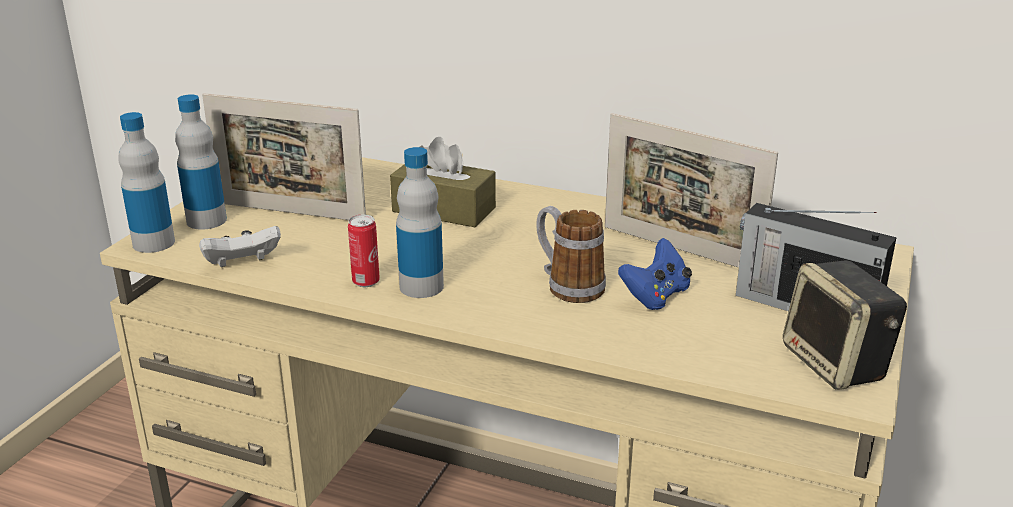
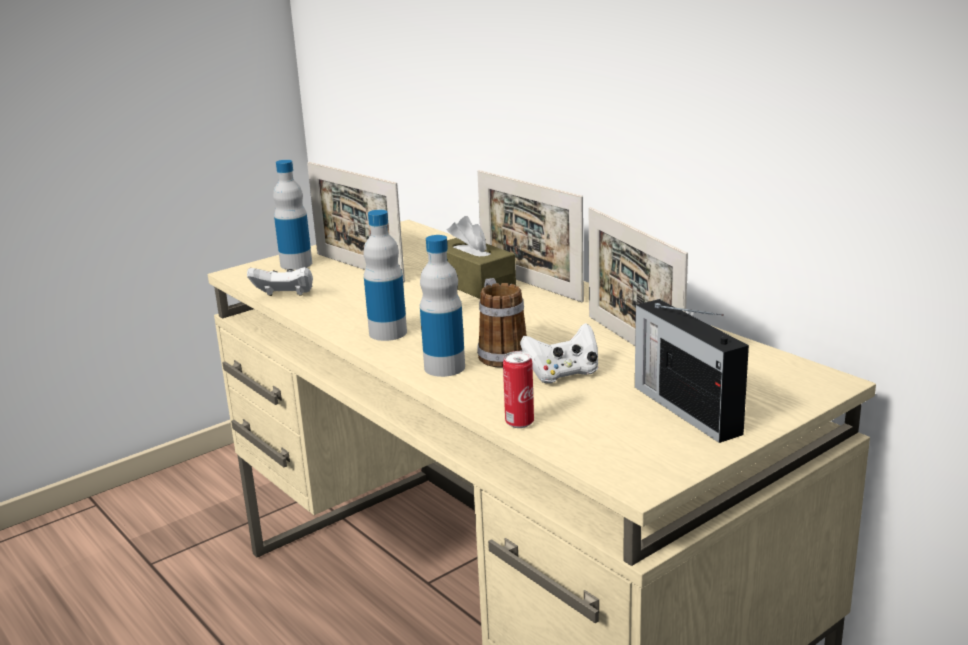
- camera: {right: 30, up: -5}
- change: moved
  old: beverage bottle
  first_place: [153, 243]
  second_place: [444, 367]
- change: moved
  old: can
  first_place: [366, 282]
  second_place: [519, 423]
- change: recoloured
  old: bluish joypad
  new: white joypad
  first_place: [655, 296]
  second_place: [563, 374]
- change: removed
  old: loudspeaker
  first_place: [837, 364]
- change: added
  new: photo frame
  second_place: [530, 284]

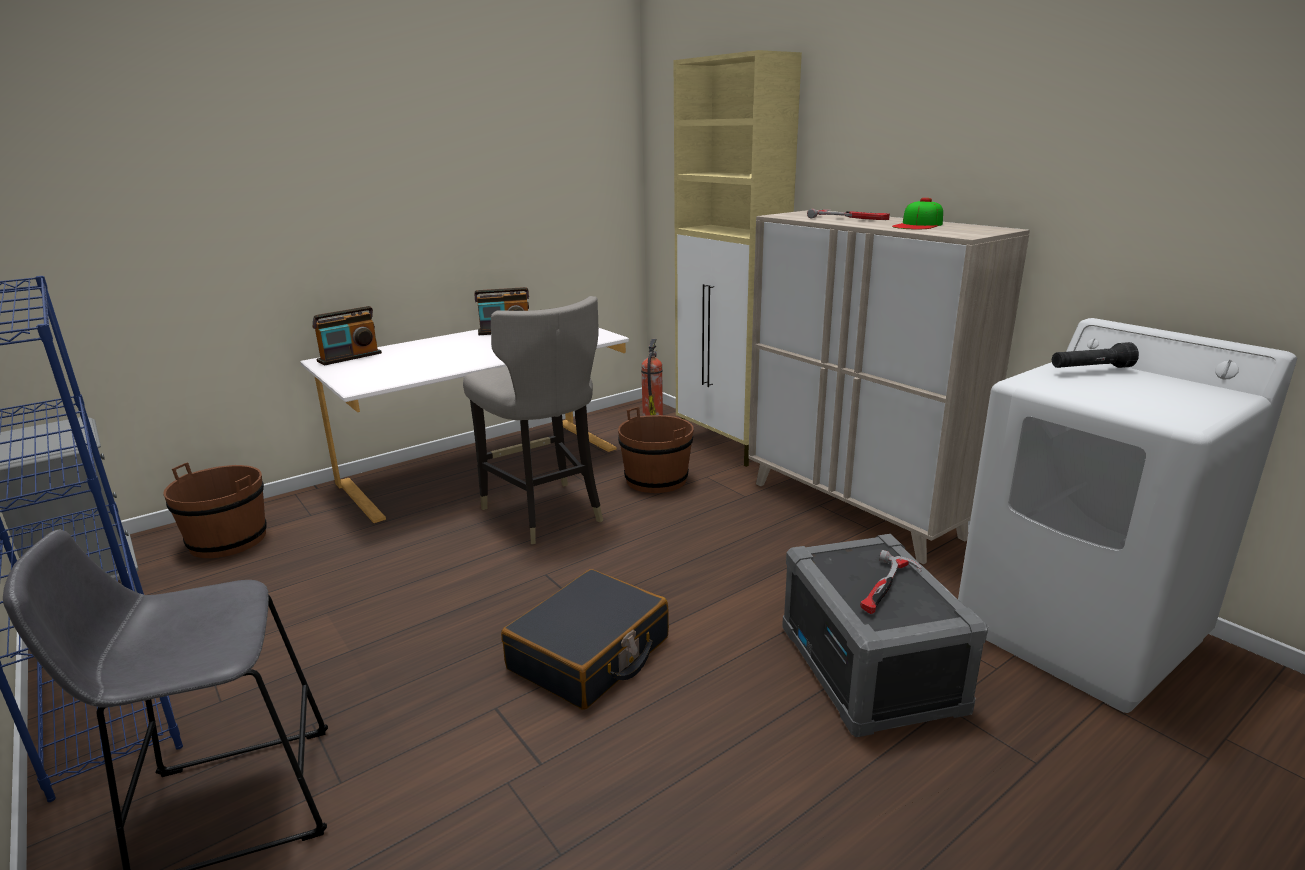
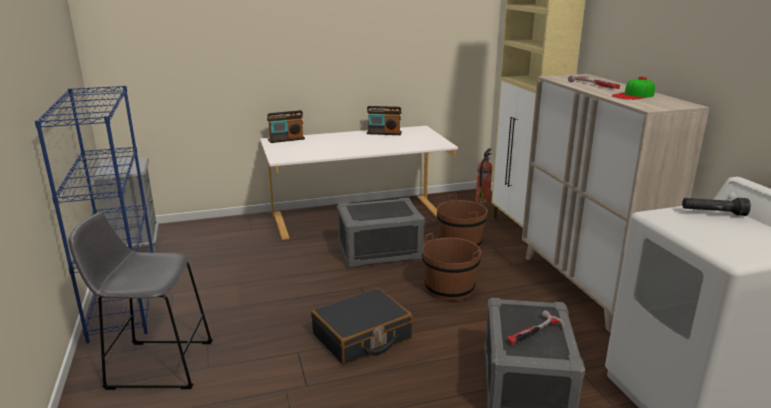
- camera: {right: 20, up: 0}
- change: moved
  old: brown-coloured bucket
  first_place: [228, 540]
  second_place: [449, 289]
- change: replaced
  old: gray sitting stool
  new: gray storage container
  first_place: [545, 513]
  second_place: [379, 252]

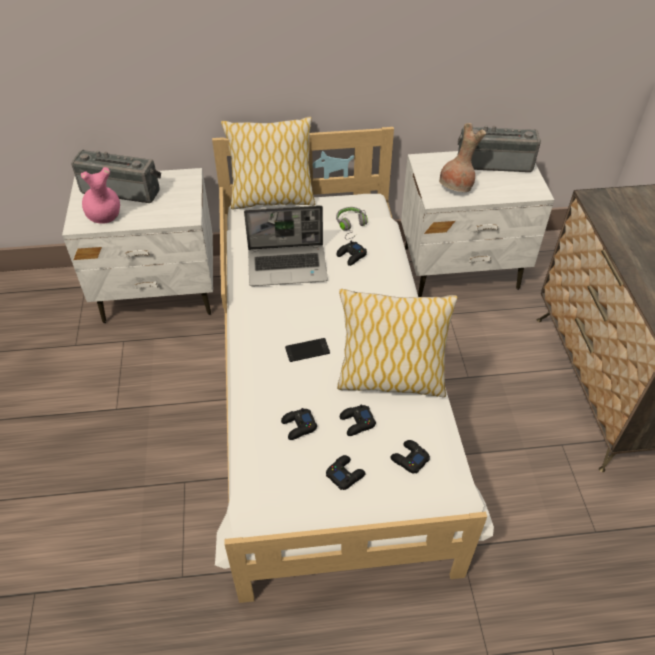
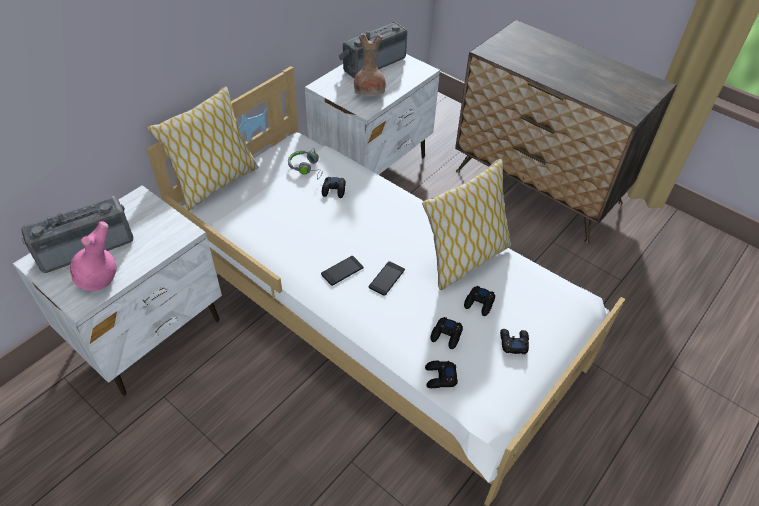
- camera: {right: -45, up: 0}
- change: removed
  old: portable computer
  first_place: [288, 266]
- change: moved
  old: black-coloured joypad
  first_place: [409, 459]
  second_place: [440, 377]
- change: added
  new: phone
  second_place: [342, 271]

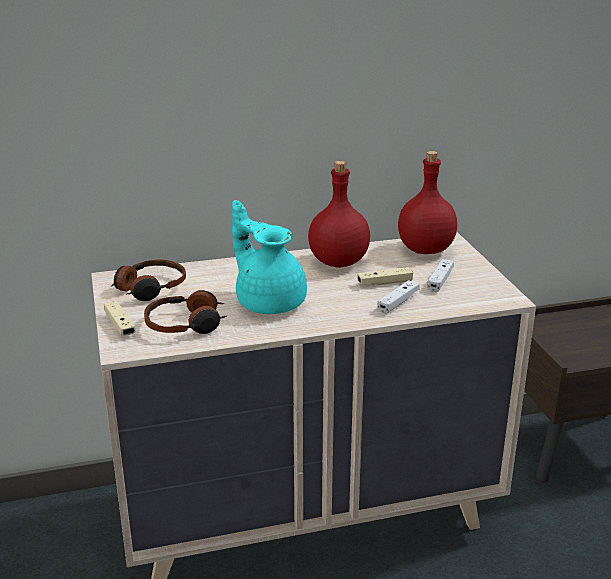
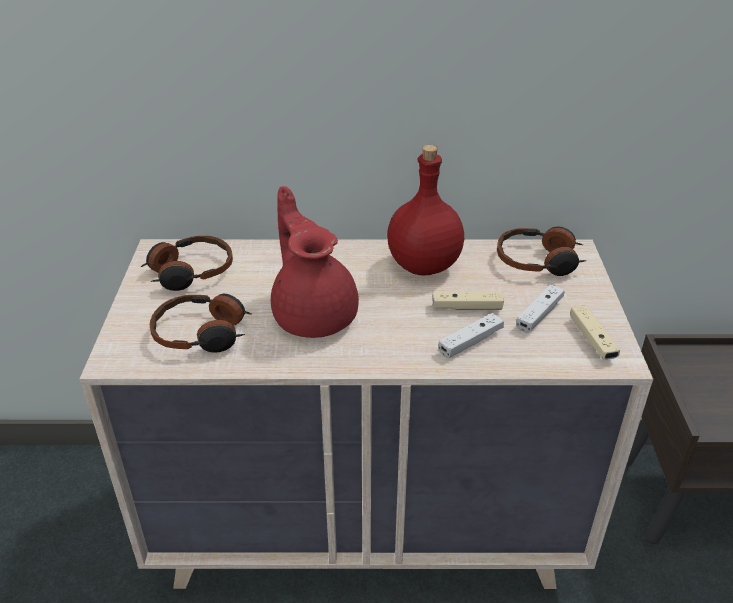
- camera: {right: 15, up: 10}
- change: moved
  old: sand-coloured joypad
  first_place: [120, 325]
  second_place: [592, 339]
- change: recoloured
  old: blue-green teapot
  new: reddish teapot
  first_place: [269, 301]
  second_place: [314, 314]
- change: replaced
  old: reddish beverage bottle
  new: headset
  first_place: [424, 249]
  second_place: [538, 261]

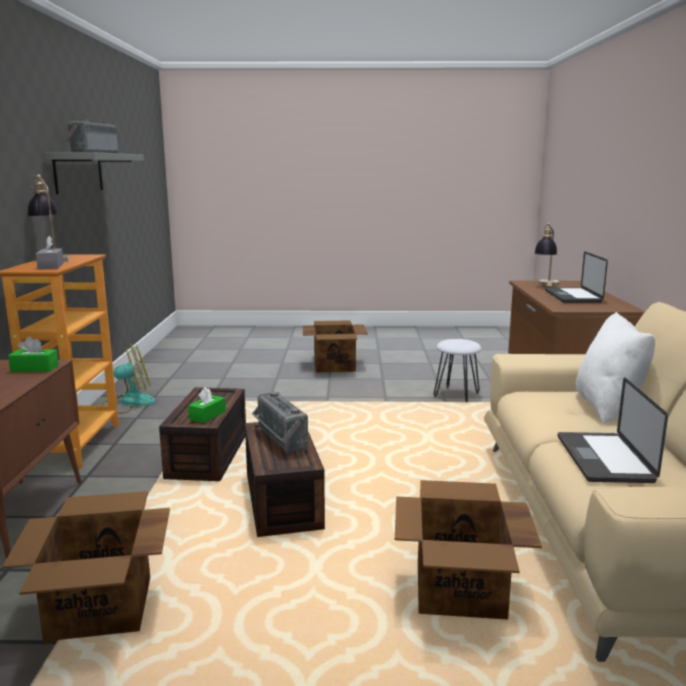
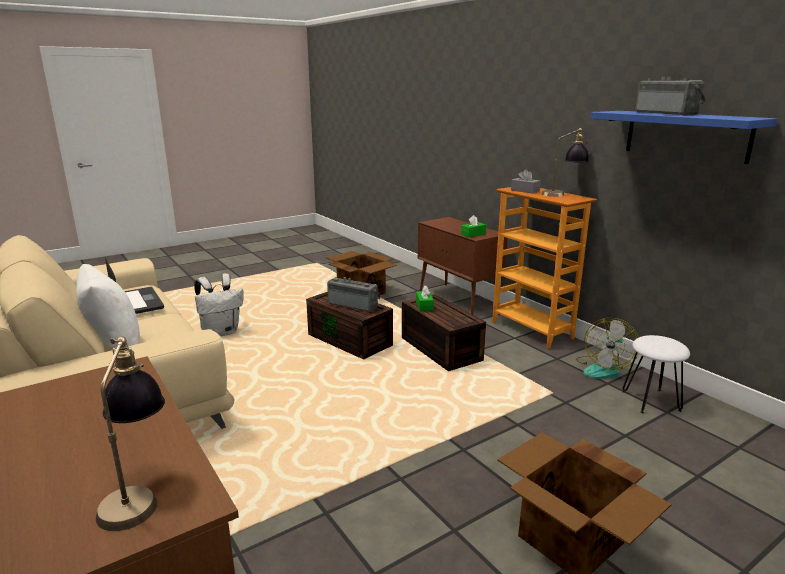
- camera: {right: 145, up: 5}
- change: recoloured
  old: gray wall shelf
  new: bluish wall shelf
  first_place: [78, 172]
  second_place: [686, 135]
- change: replaced
  old: cardboard box
  new: white knapsack
  first_place: [459, 592]
  second_place: [221, 332]
- change: moved
  old: white sitting stool
  first_place: [456, 395]
  second_place: [651, 401]
- change: removed
  old: portable computer
  first_place: [572, 296]

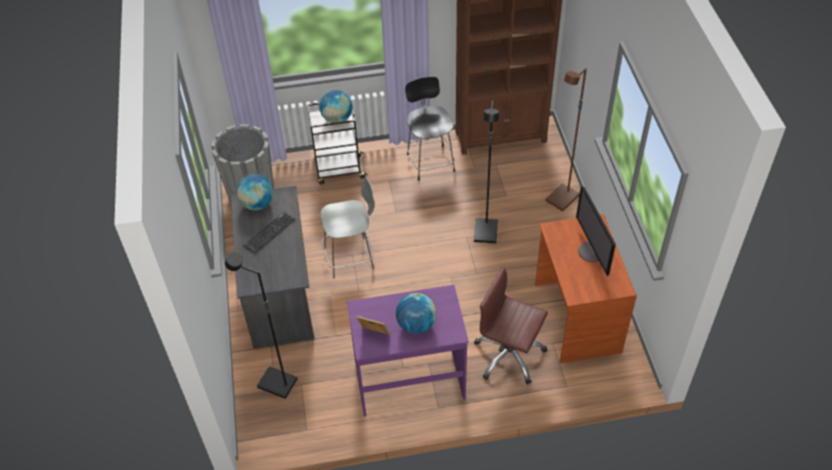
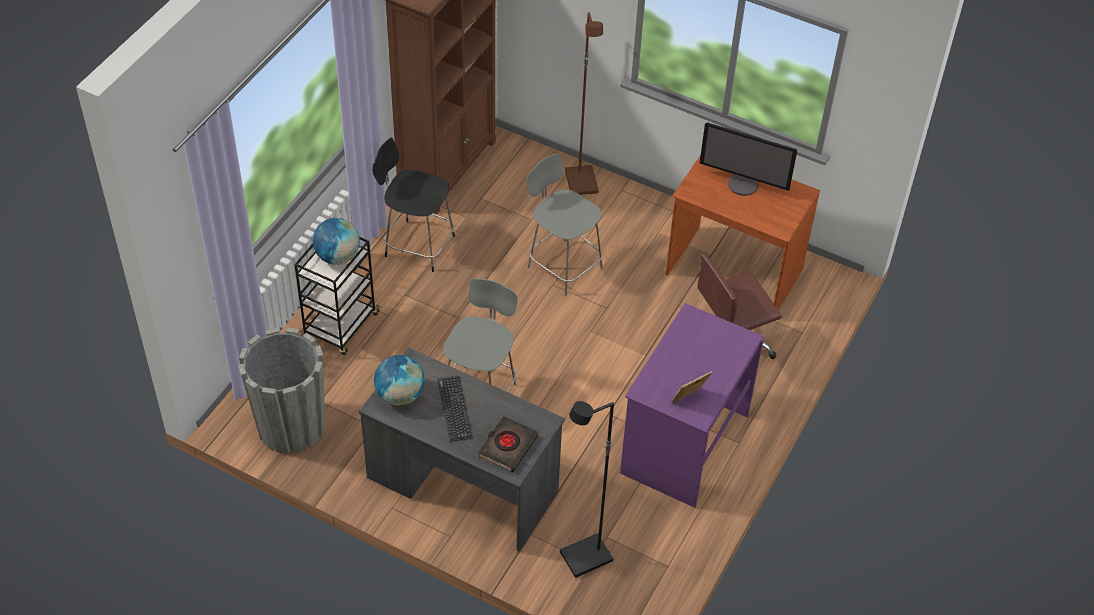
- camera: {right: -55, up: 0}
- change: removed
  old: globe
  first_place: [416, 325]
- change: replaced
  old: black-coloured standard lamp
  new: gray upright chair
  first_place: [486, 232]
  second_place: [563, 266]
- change: added
  new: black-coloured volume
  second_place: [507, 446]

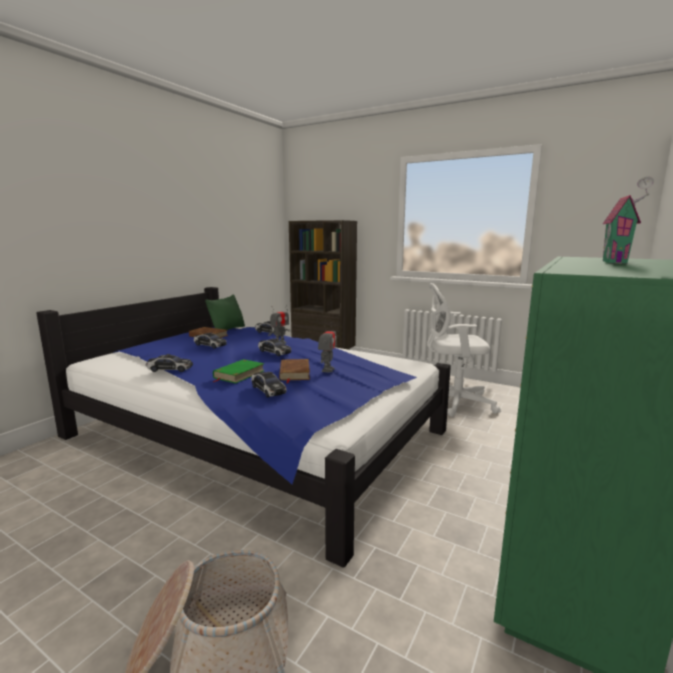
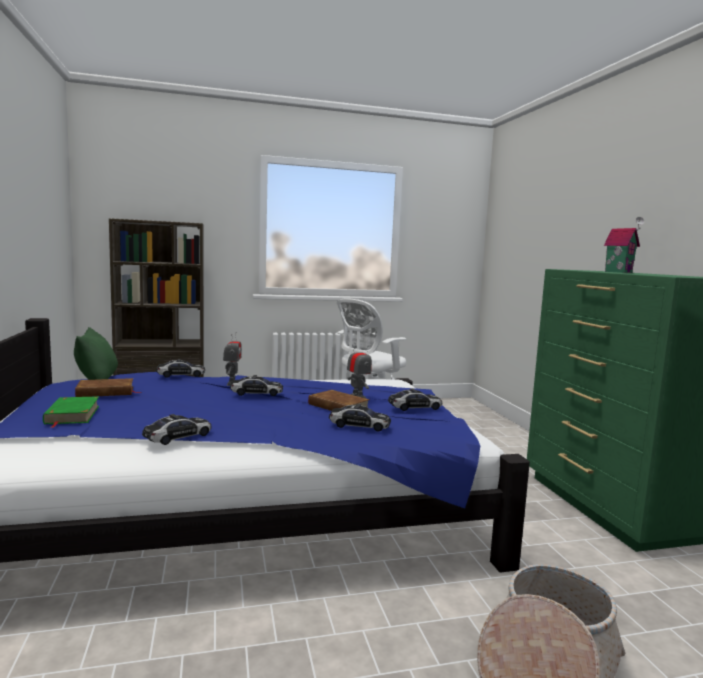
- camera: {right: -45, up: -5}
- change: moved
  old: model car
  first_place: [210, 345]
  second_place: [414, 407]
- change: moved
  old: green-coloured volume
  first_place: [239, 374]
  second_place: [72, 415]

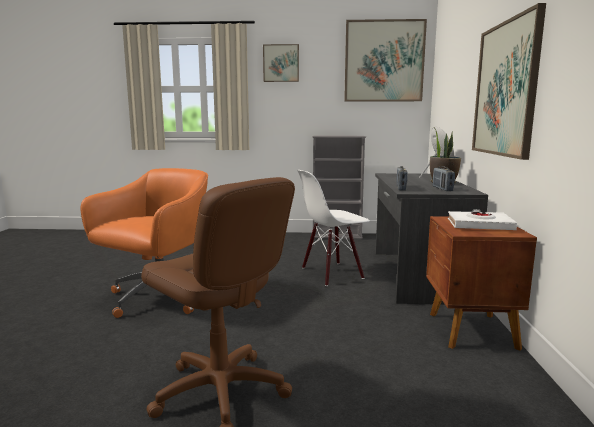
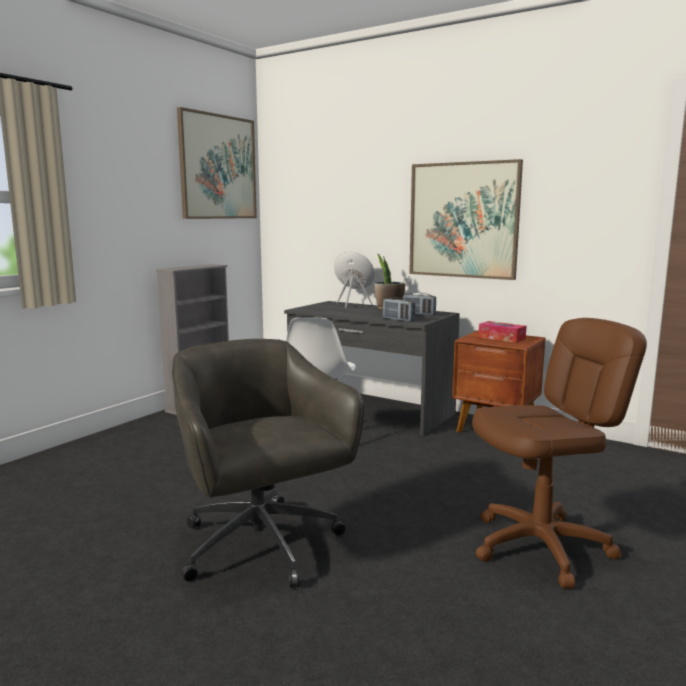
- camera: {right: -60, up: 0}
- change: recoloured
  old: orange-coloured desk chair
  new: gray desk chair
  first_place: [158, 298]
  second_place: [261, 546]
- change: removed
  old: wall art
  first_place: [281, 63]
- change: replaced
  old: white volume
  new: tissue box
  first_place: [479, 225]
  second_place: [501, 338]

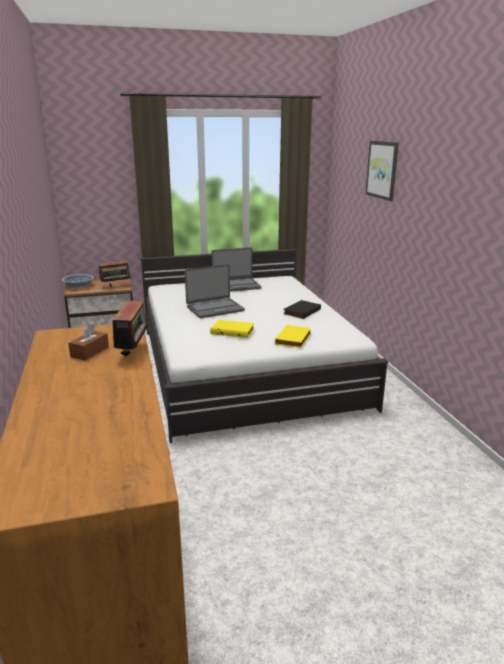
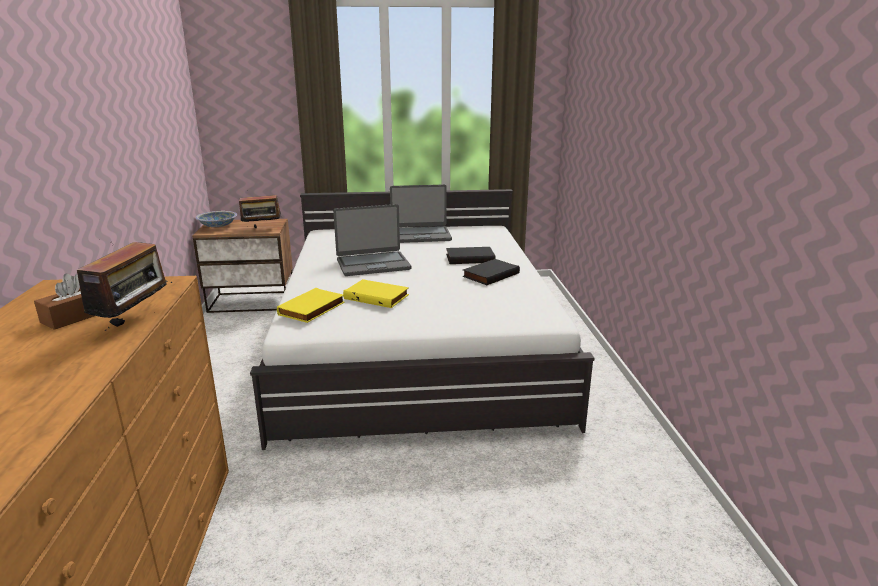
- camera: {right: 10, up: 0}
- change: moved
  old: yellowish volume
  first_place: [294, 339]
  second_place: [312, 309]
- change: removed
  old: wall art
  first_place: [382, 170]
- change: added
  new: black-coloured volume
  second_place: [470, 258]

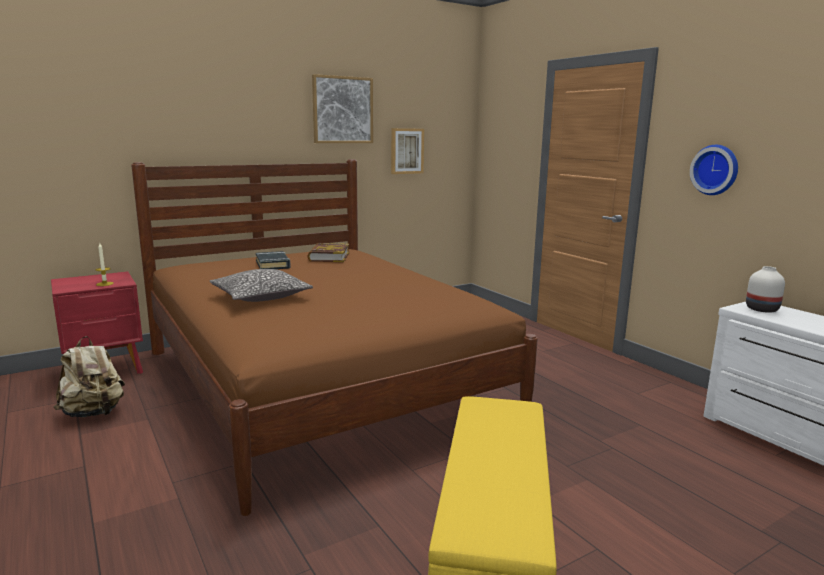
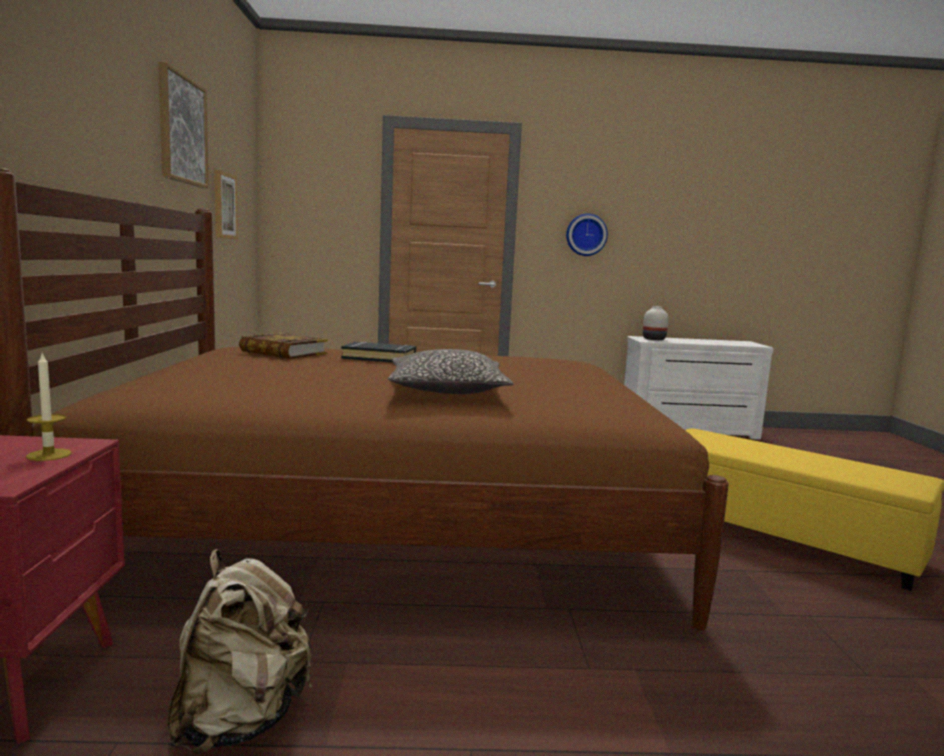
- camera: {right: -60, up: -5}
- change: moved
  old: black-coloured volume
  first_place: [273, 264]
  second_place: [379, 358]

